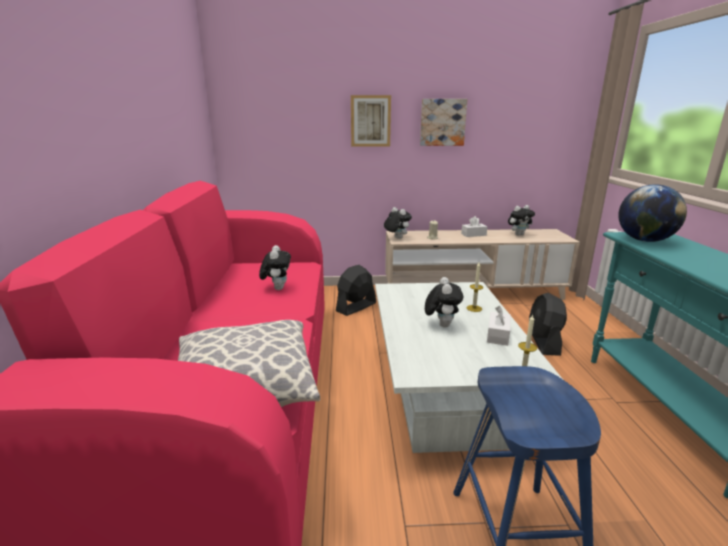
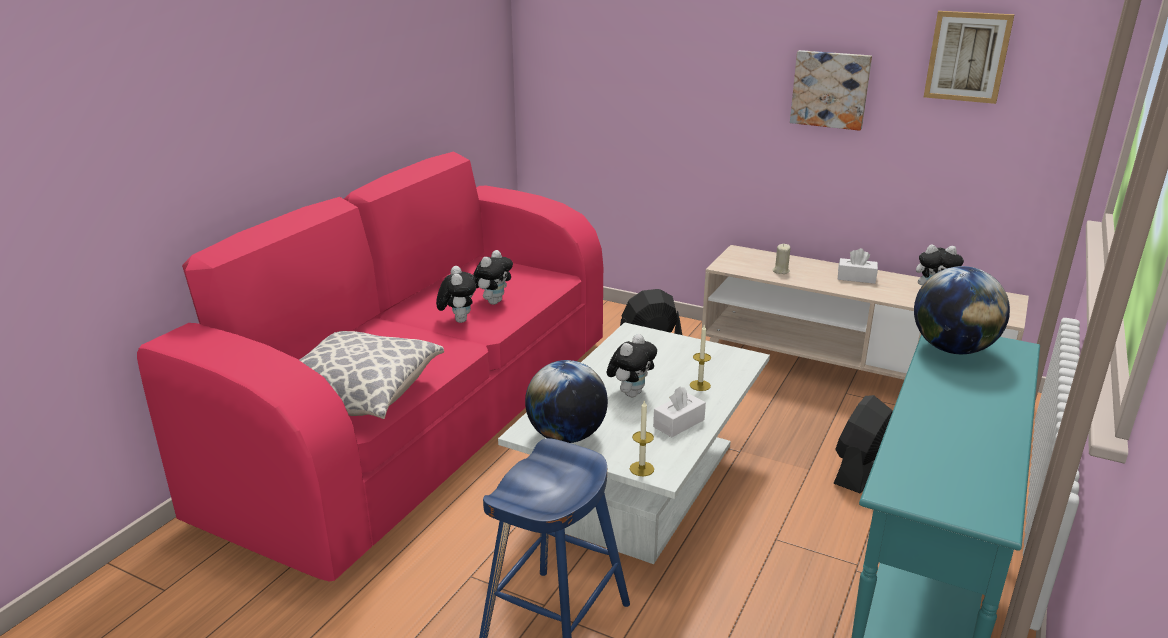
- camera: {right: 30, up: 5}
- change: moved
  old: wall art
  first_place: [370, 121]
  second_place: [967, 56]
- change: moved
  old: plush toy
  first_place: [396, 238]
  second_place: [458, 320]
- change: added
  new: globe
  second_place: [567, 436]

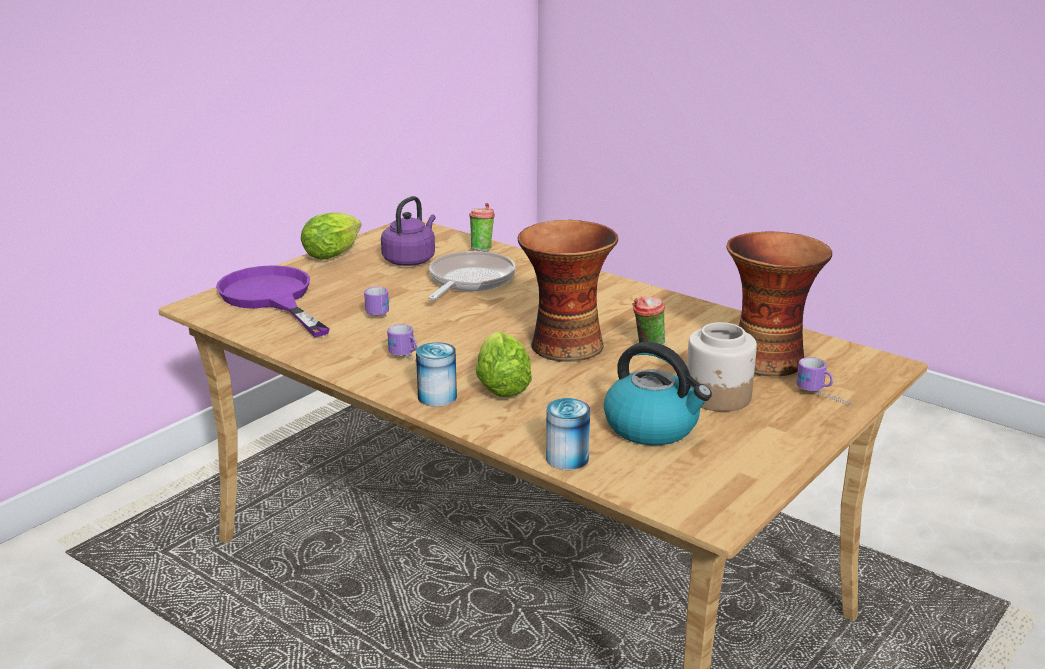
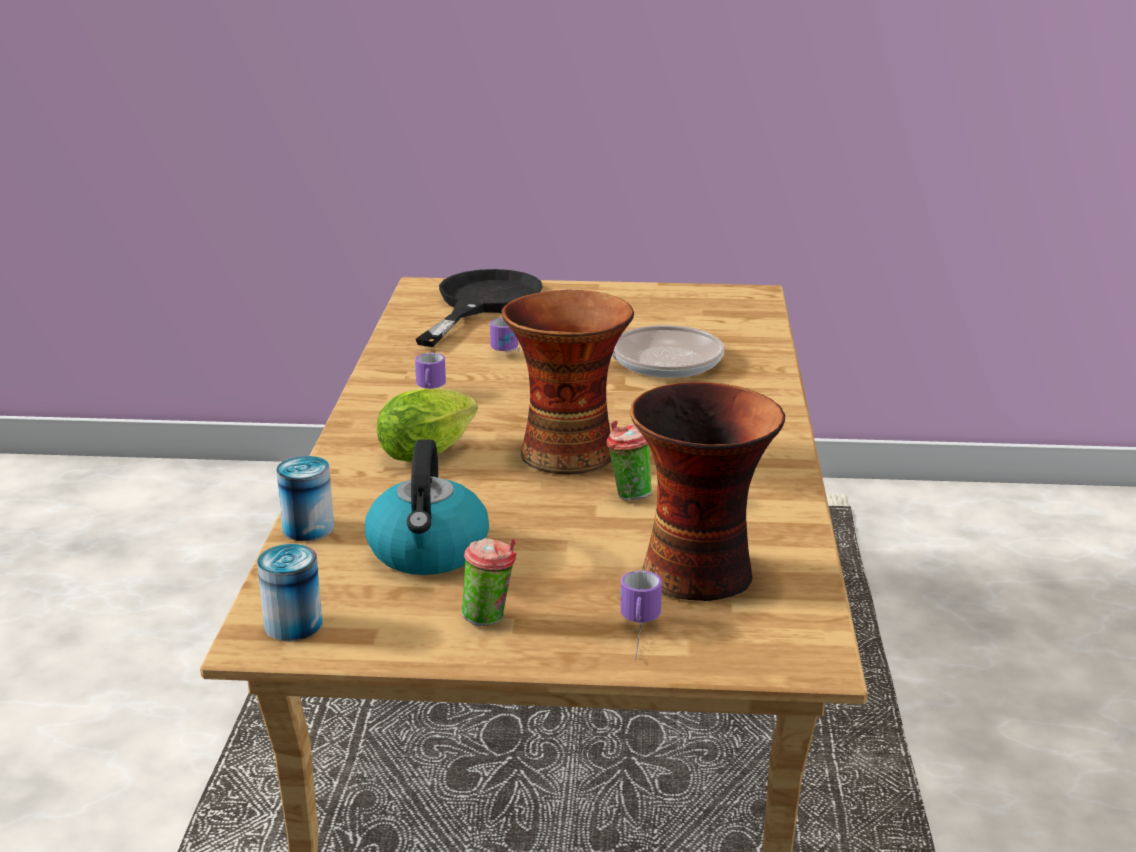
- camera: {right: 55, up: 0}
- change: recoloured
  old: purple-coloured skillet
  new: black-coloured skillet
  first_place: [271, 298]
  second_place: [481, 303]
- change: removed
  old: lettuce head
  first_place: [335, 253]
- change: removed
  old: purple-coloured kettle
  first_place: [410, 260]
- change: moved
  old: can
  first_place: [437, 397]
  second_place: [293, 625]
- change: moved
  old: drinking cup
  first_place: [482, 249]
  second_place: [490, 617]
- change: removed
  old: jar
  first_place: [718, 396]

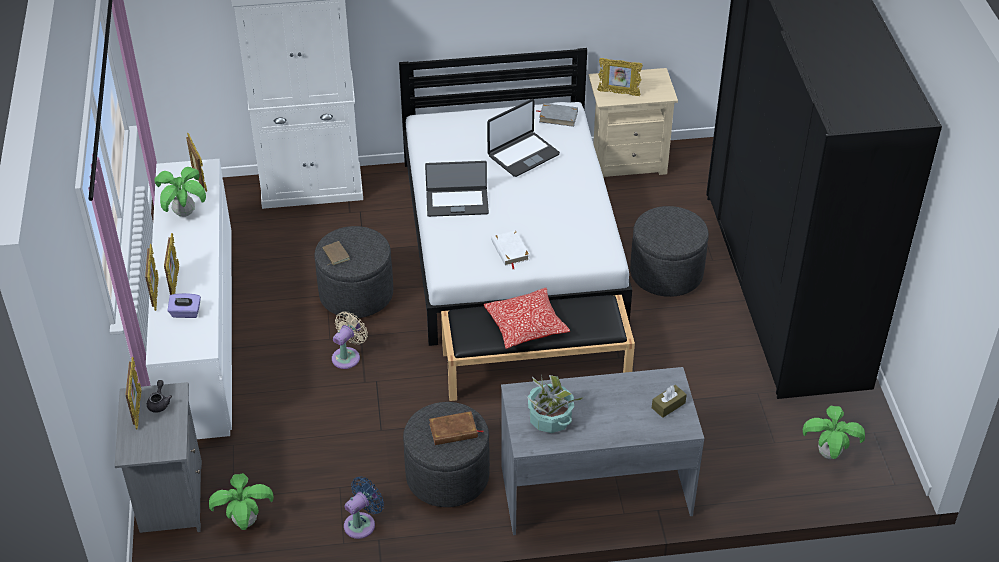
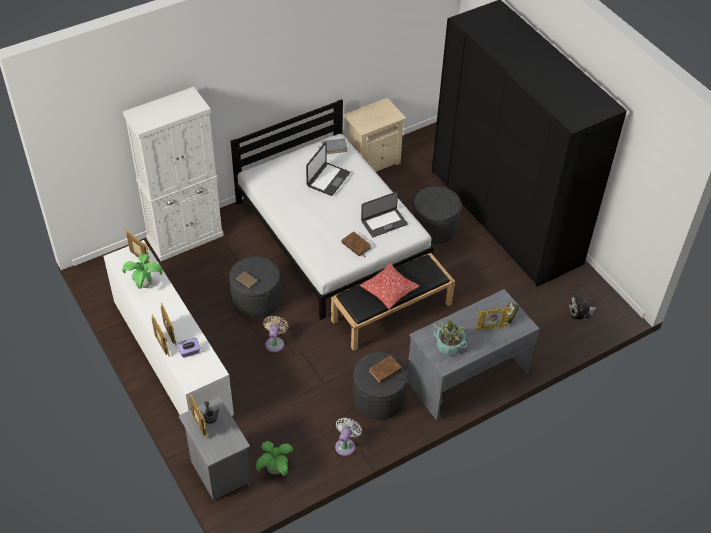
- camera: {right: -25, up: 5}
- change: recoloured
  old: bluish fan
  new: white fan
  first_place: [362, 523]
  second_place: [346, 445]
- change: moved
  old: portable computer
  first_place: [457, 202]
  second_place: [384, 222]
- change: recoloured
  old: white volume
  new: brown-coloured volume
  first_place: [510, 251]
  second_place: [356, 245]
- change: moved
  old: photo frame
  first_place: [618, 93]
  second_place: [490, 328]
- change: replaced
  old: houseplant
  new: plush toy
  first_place: [829, 454]
  second_place: [580, 311]

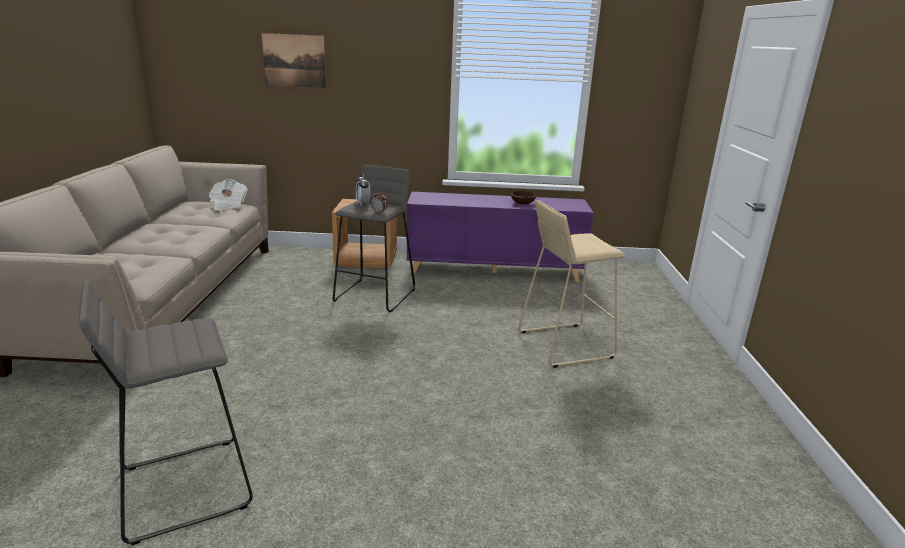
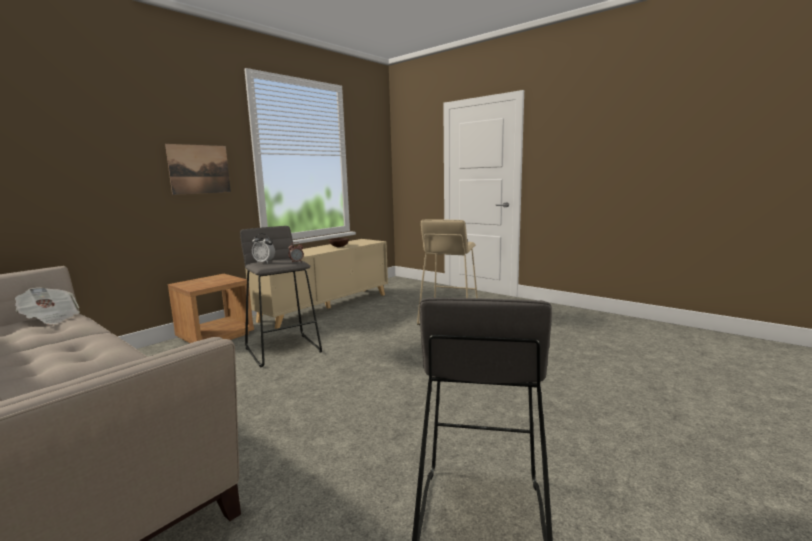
- camera: {right: -50, up: -10}
- change: moved
  old: wall art
  first_place: [294, 61]
  second_place: [199, 169]
- change: recoloured
  old: purple-coloured storage cabinet
  new: sand-coloured storage cabinet
  first_place: [494, 270]
  second_place: [326, 307]

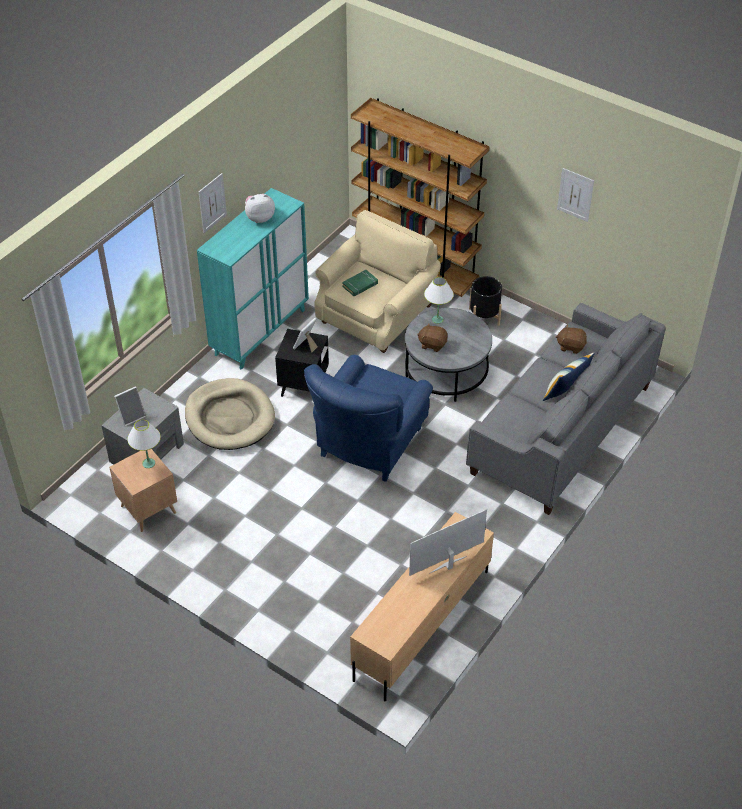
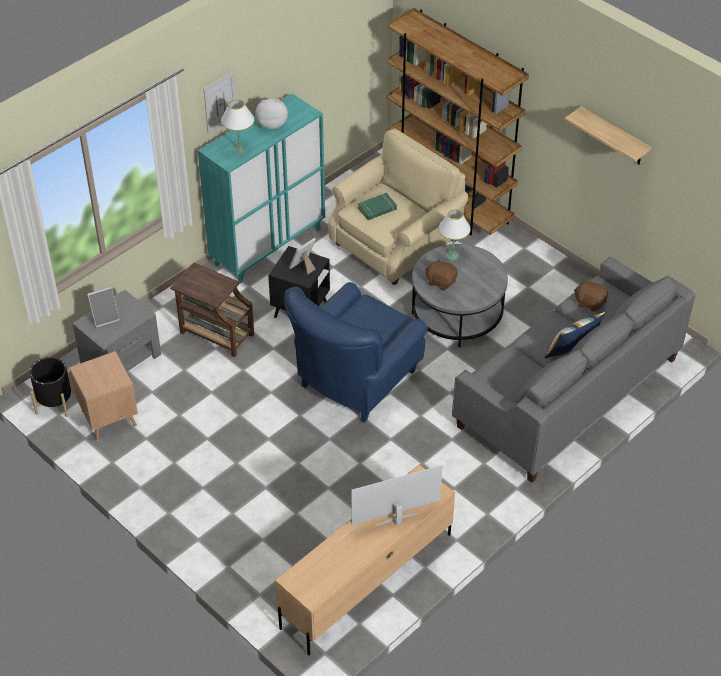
- camera: {right: 10, up: 0}
- change: moved
  old: white table lamp
  first_place: [148, 463]
  second_place: [240, 150]
- change: replaced
  old: sand-coloured pet bed
  new: brown-coloured accent table
  first_place: [229, 417]
  second_place: [215, 333]
- change: moved
  old: black-coloured plant pot
  first_place: [484, 316]
  second_place: [55, 403]
- change: replaced
  old: wall art
  new: wall shelf
  first_place: [575, 194]
  second_place: [614, 137]

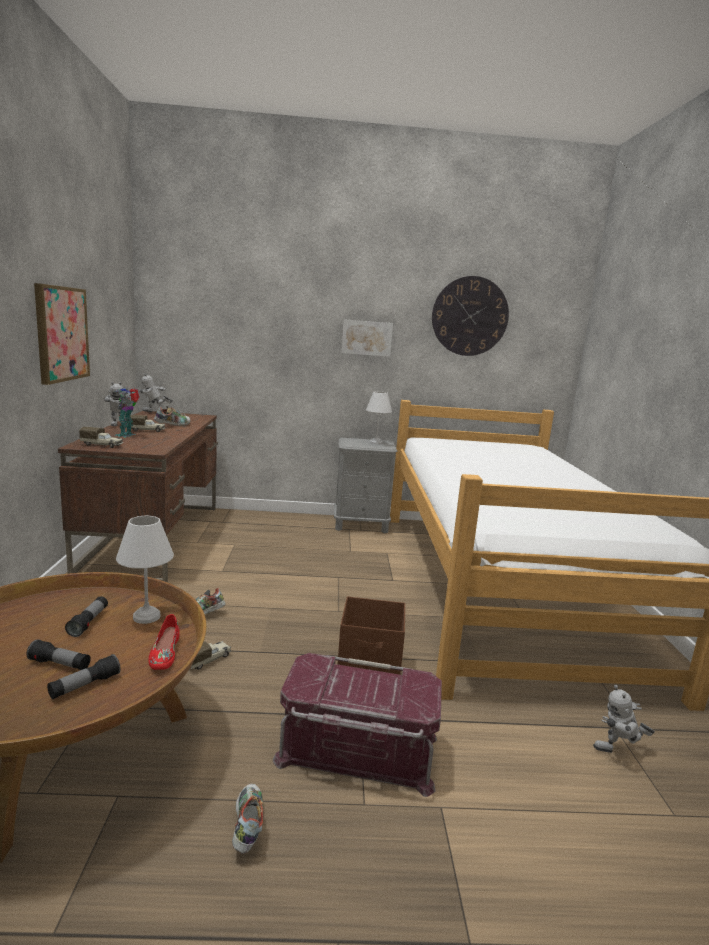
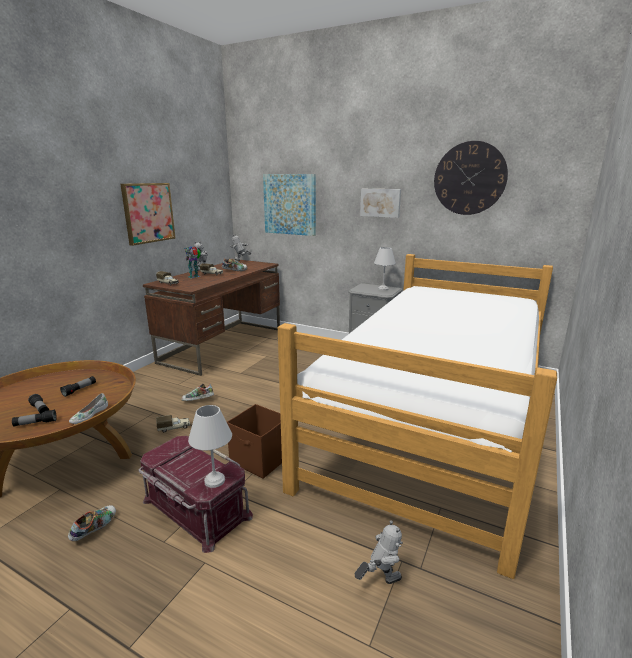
- camera: {right: 30, up: 5}
- change: moved
  old: white table lamp
  first_place: [146, 617]
  second_place: [214, 481]
- change: recoloured
  old: reddish shoe
  new: white shoe
  first_place: [164, 653]
  second_place: [89, 415]
- change: turned
  old: model robot
  first_place: [618, 753]
  second_place: [380, 580]
  degrees: 135
- change: added
  new: wall art
  second_place: [290, 204]

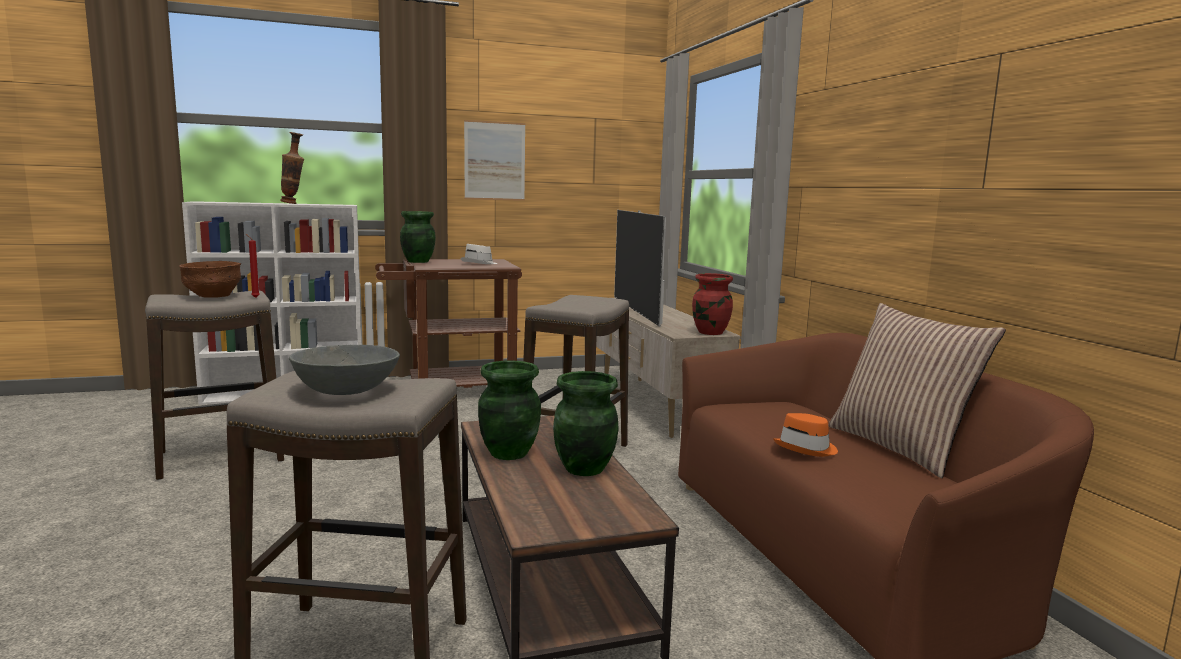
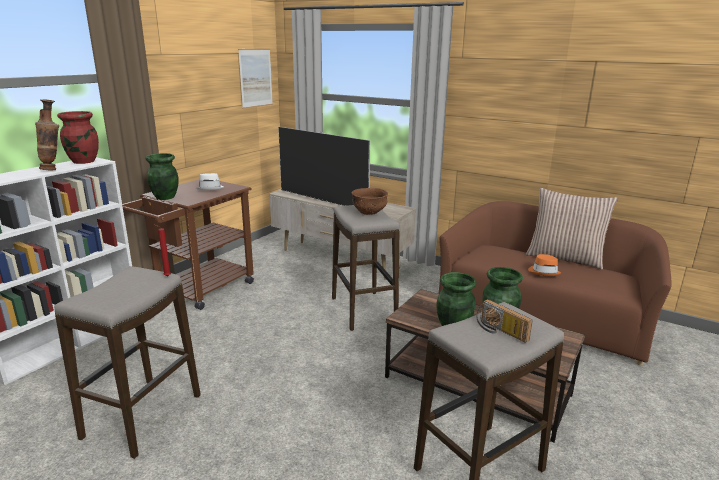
- camera: {right: -40, up: 10}
- change: moved
  old: brown-coloured bowl
  first_place: [213, 296]
  second_place: [369, 213]
- change: replaced
  old: gray bowl
  new: radio receiver
  first_place: [347, 390]
  second_place: [499, 331]
- change: moved
  old: wall art
  first_place: [494, 161]
  second_place: [256, 78]
- change: moved
  old: reddish decorative vase
  first_place: [710, 332]
  second_place: [83, 161]

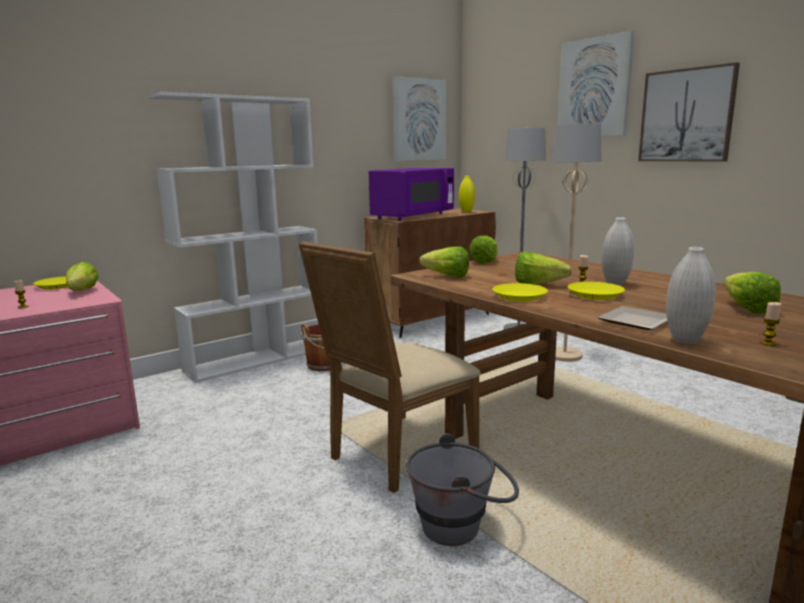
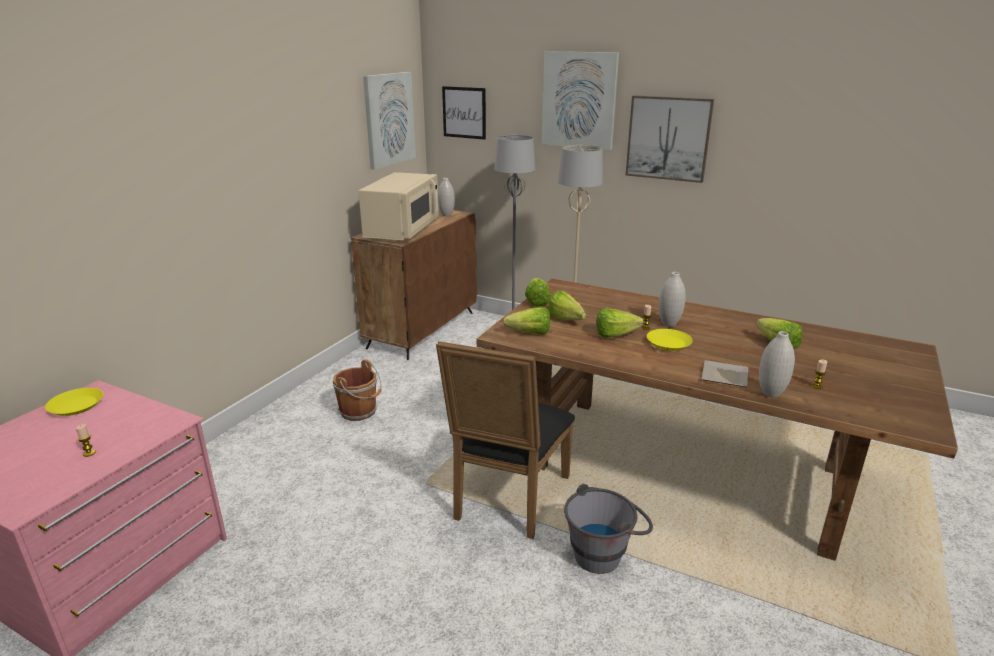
- camera: {right: -25, up: 10}
- change: moved
  old: lettuce head
  first_place: [79, 293]
  second_place: [567, 321]
- change: removed
  old: white bookcase
  first_place: [256, 359]
- change: recoloured
  old: sand-coloured upright chair
  new: black-coloured upright chair
  first_place: [395, 455]
  second_place: [506, 500]
- change: recoloured
  old: purple-coloured kitchen microwave
  new: sand-coloured kitchen microwave
  first_place: [413, 216]
  second_place: [402, 231]
- change: recoloured
  old: yellowish decorative vase
  new: white decorative vase
  first_place: [466, 212]
  second_place: [446, 215]
- change: removed
  old: yellowish plate
  first_place: [519, 296]
- change: added
  new: wall art
  second_place: [464, 112]

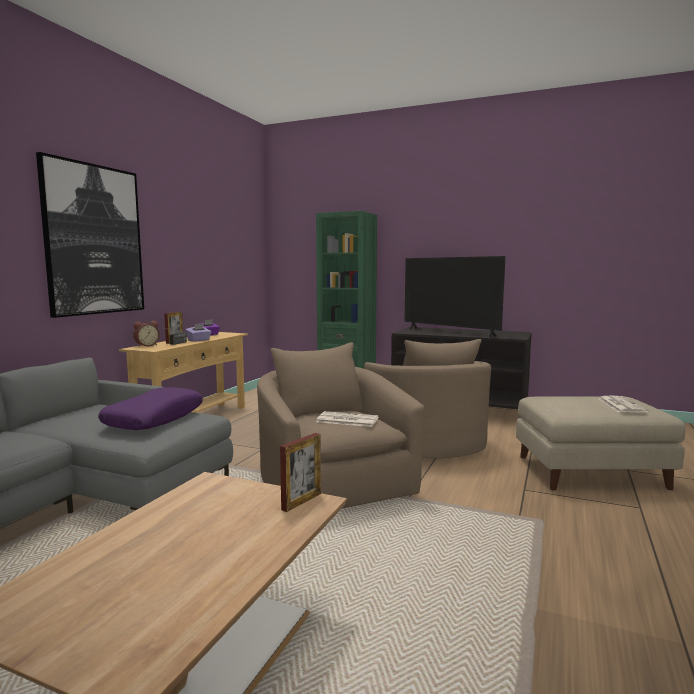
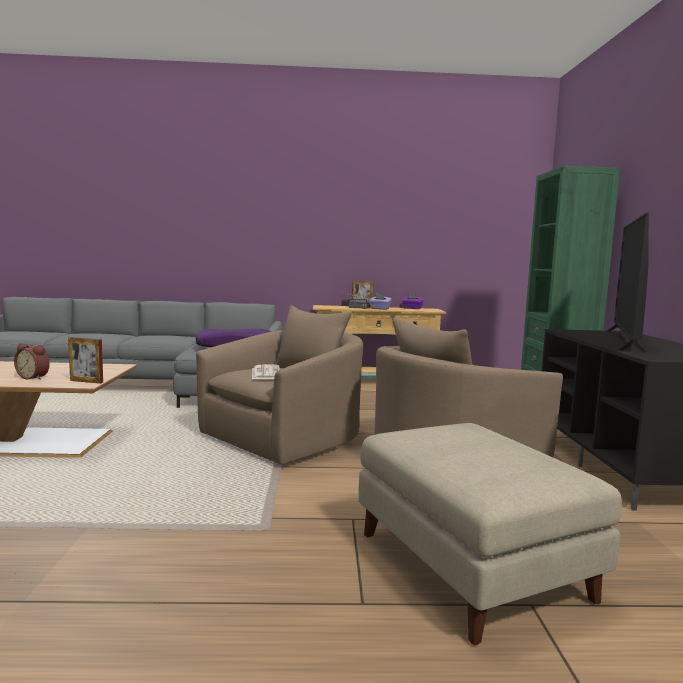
- camera: {right: 65, up: 0}
- change: removed
  old: wall art
  first_place: [94, 240]
- change: moved
  old: alarm clock
  first_place: [146, 345]
  second_place: [34, 377]
- change: removed
  old: daily paper
  first_place: [620, 405]

